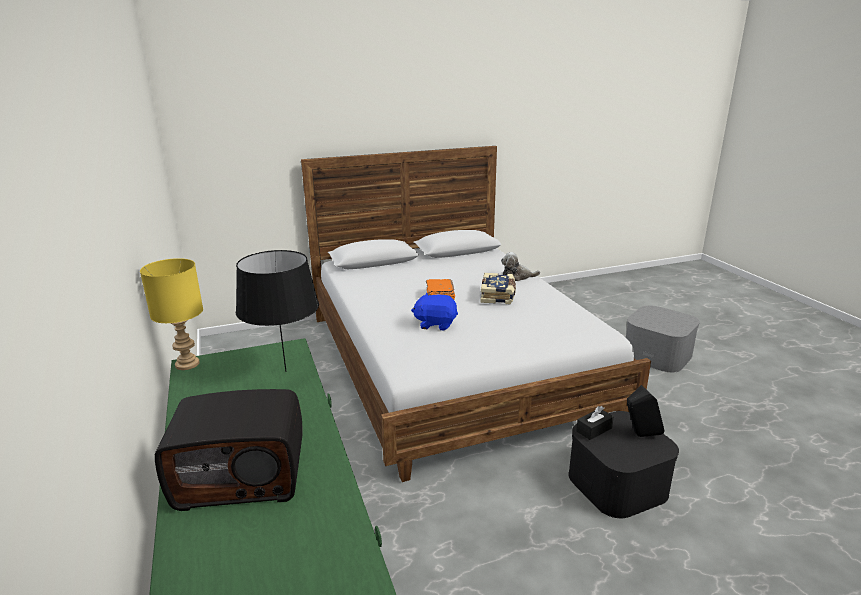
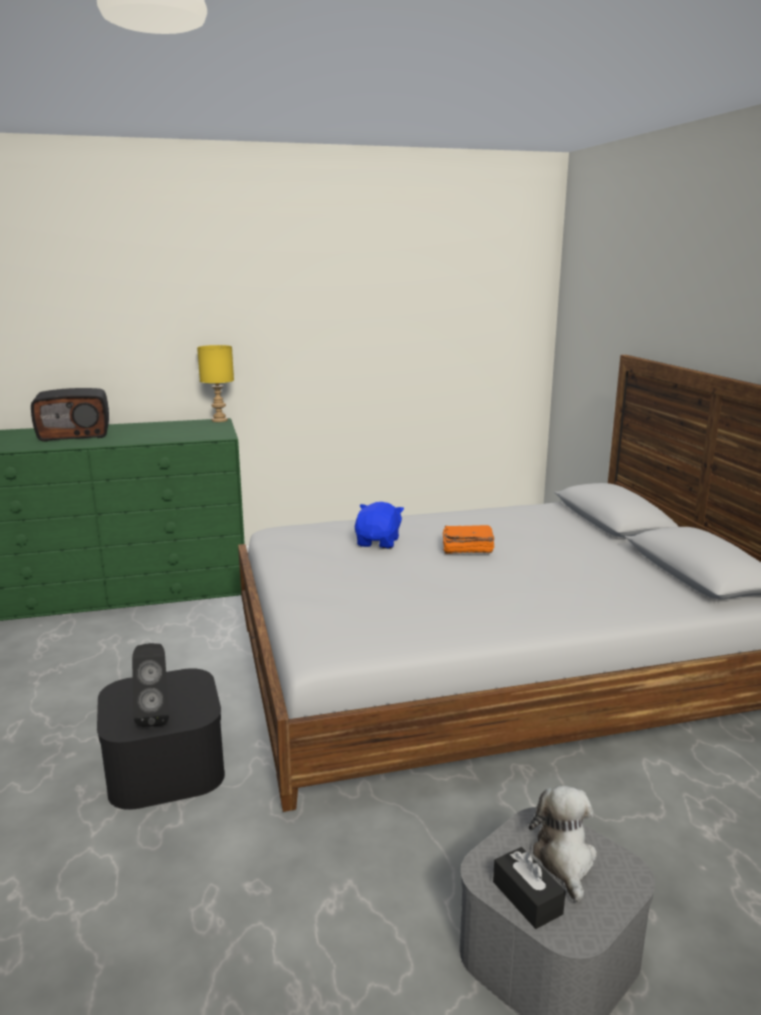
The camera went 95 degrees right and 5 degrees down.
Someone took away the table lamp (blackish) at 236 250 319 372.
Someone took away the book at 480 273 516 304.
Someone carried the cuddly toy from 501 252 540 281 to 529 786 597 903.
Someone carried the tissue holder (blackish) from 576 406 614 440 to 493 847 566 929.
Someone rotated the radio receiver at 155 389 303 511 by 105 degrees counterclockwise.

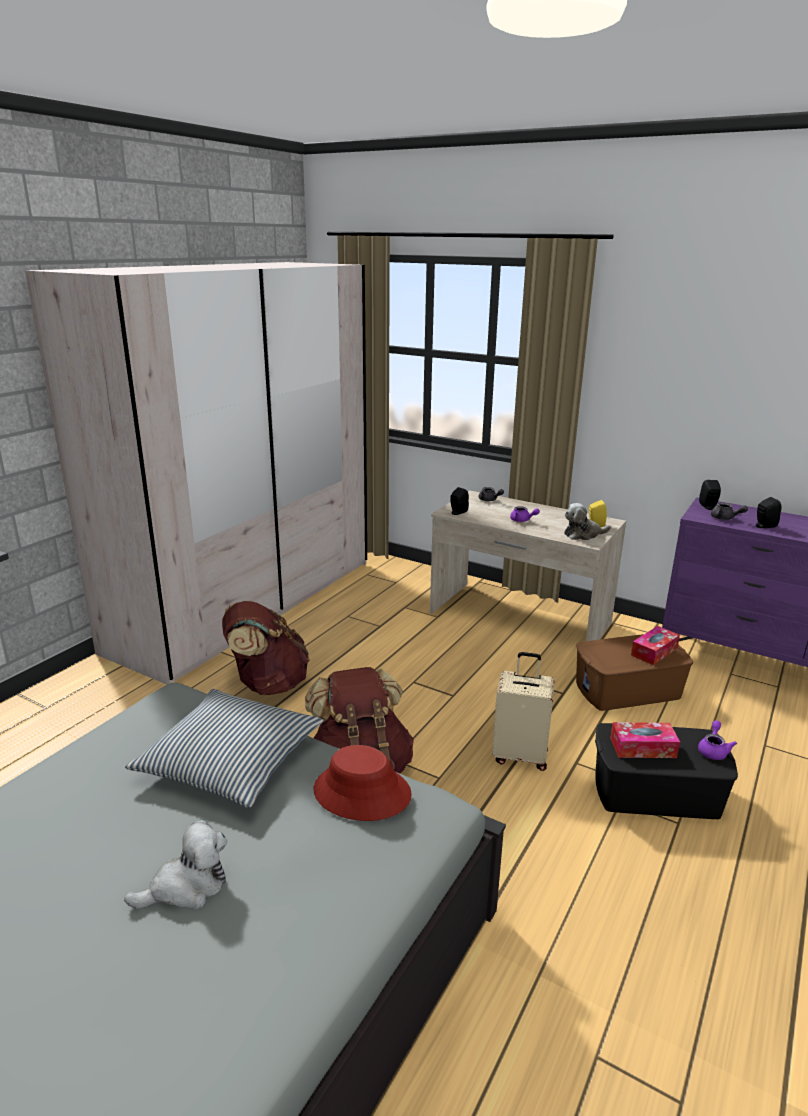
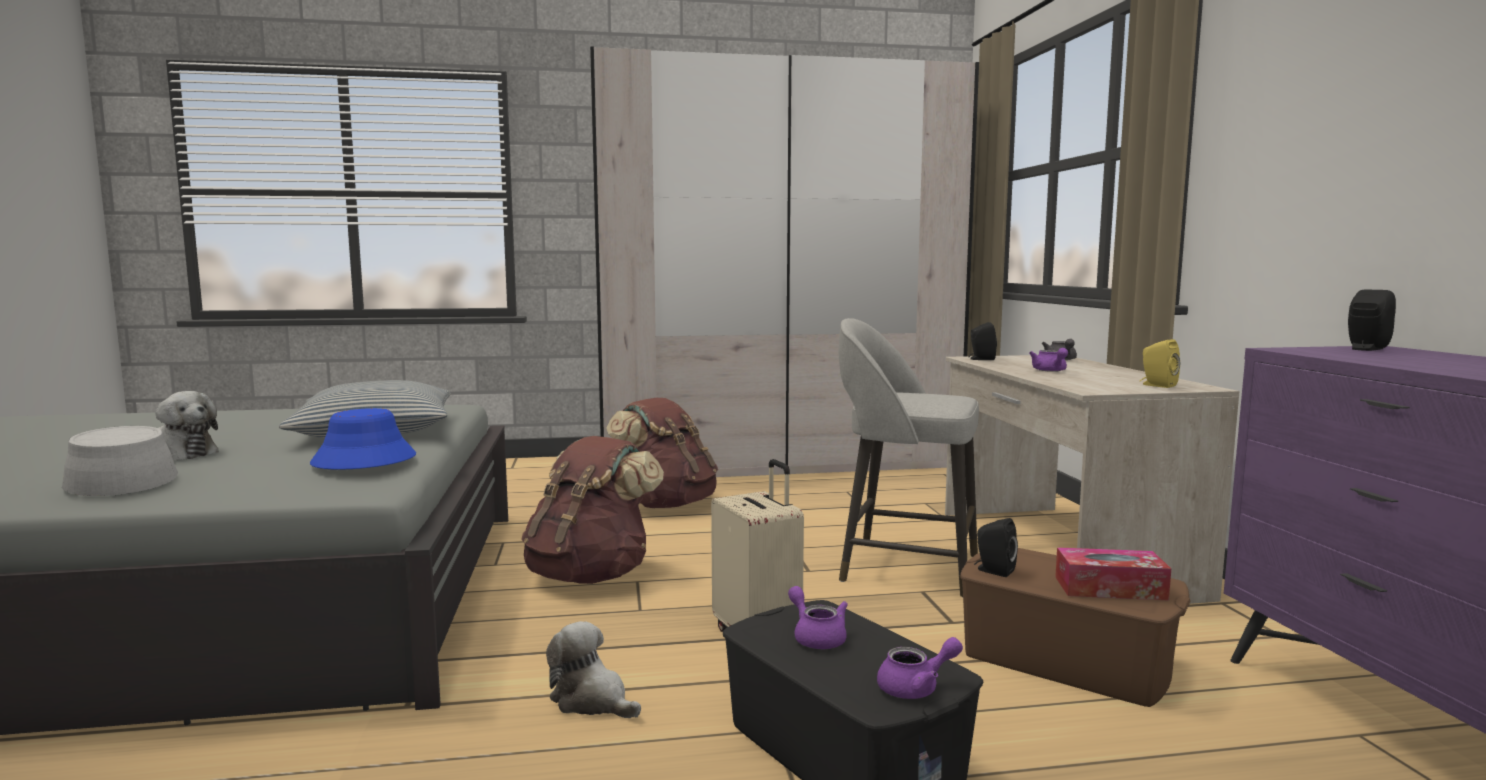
The camera went 50 degrees right and 15 degrees down.
Someone took away the teapot (greyish) at 711 503 748 520.
Someone put down the clothing hat (greyish) at 61 426 178 496.
Someone put down the stool (greyish) at 839 318 979 597.
Someone carried the cuddly toy from 564 503 611 540 to 546 621 641 718.
Someone carried the audio speaker (blackish) from 756 497 781 528 to 974 518 1018 577.
Someone swapped the tissue holder at 610 722 680 758 for the teapot (purplish) at 788 586 848 649.
Someone repainted the clothing hat (red-coloured) at 314 745 412 821, which became the clothing hat (bluish) at 310 408 416 470.

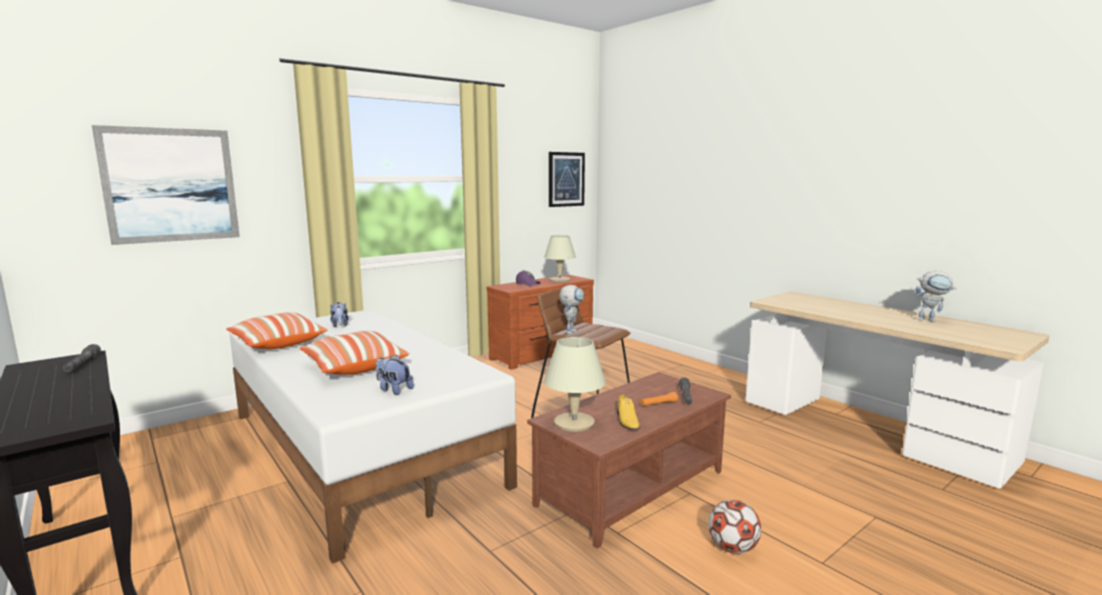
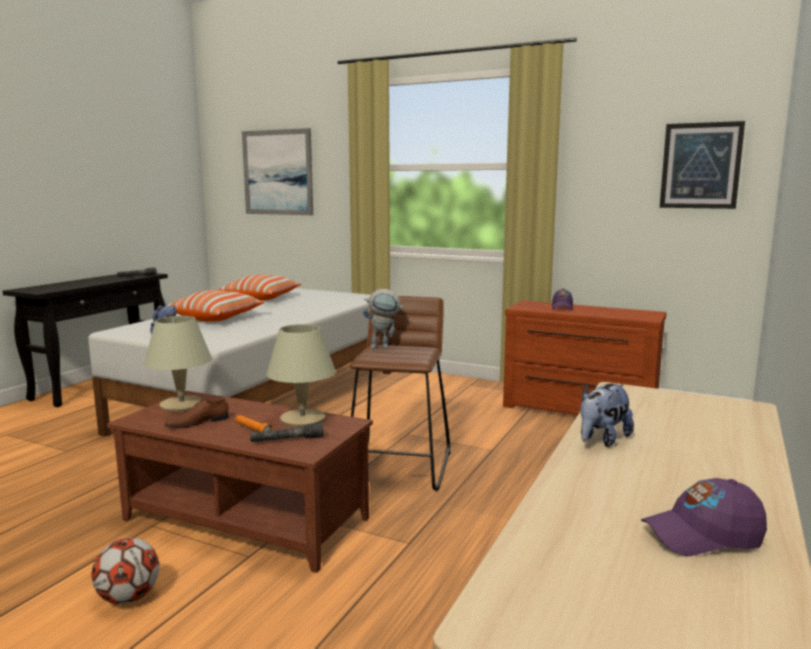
The camera went 65 degrees right and 0 degrees up.
Someone carried the cuddly toy from 330 302 348 327 to 580 384 634 447.
Someone carried the table lamp (beige) from 544 235 576 282 to 266 324 335 427.
Someone swapped the model robot at 915 271 956 322 for the baseball cap (purplish) at 641 478 767 556.
Someone repainted the item of footwear (yellow) at 617 395 640 430, which became the item of footwear (brownish) at 165 399 229 428.

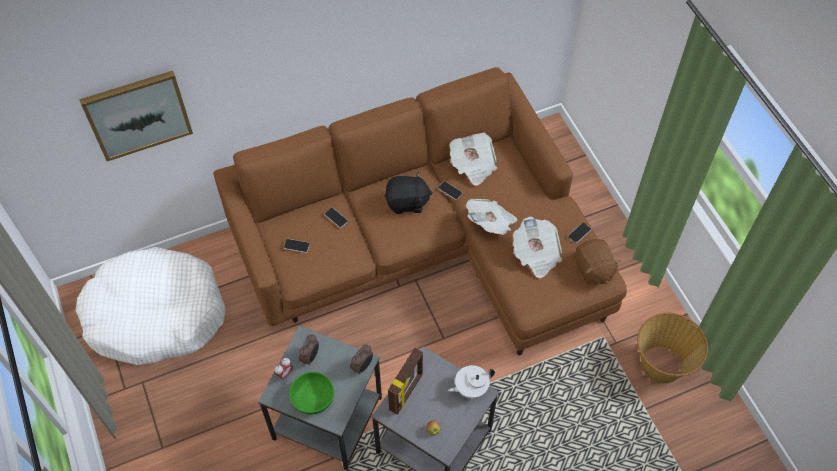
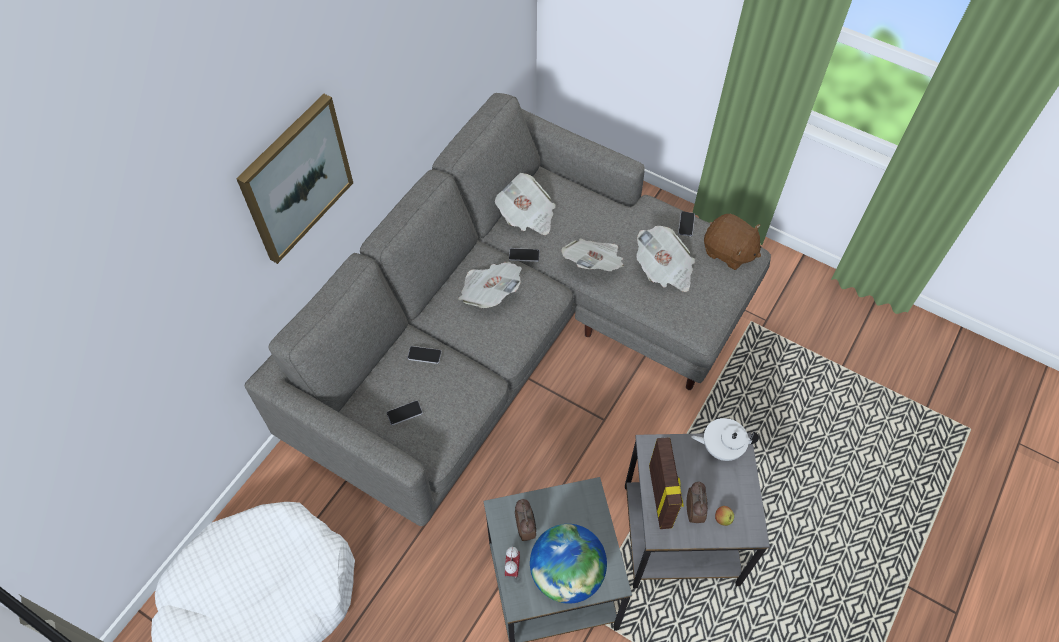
The camera went 35 degrees left and 0 degrees up.
Someone took away the household basket at 637 313 708 384.
Someone carried the wall picture from 79 71 193 161 to 236 94 353 264.
Someone carried the table clock from 350 344 373 374 to 687 482 708 523.
Someone swapped the deep dish (greenish) at 289 372 334 415 for the world globe at 530 524 607 604.
Someone swapped the cuddly toy (blackish) at 385 172 433 214 for the printed paper at 458 262 522 308.
Someone repainted the couch (brownish) at 213 67 627 356, which became the couch (greyish) at 245 93 771 526.
Someone rotated the teapot (white-coloured) at 447 365 495 399 by 60 degrees clockwise.

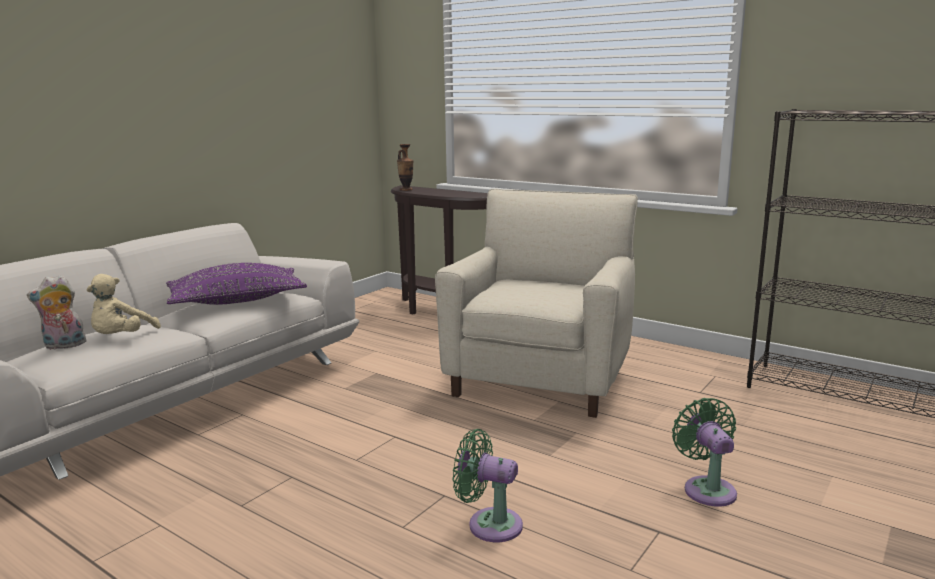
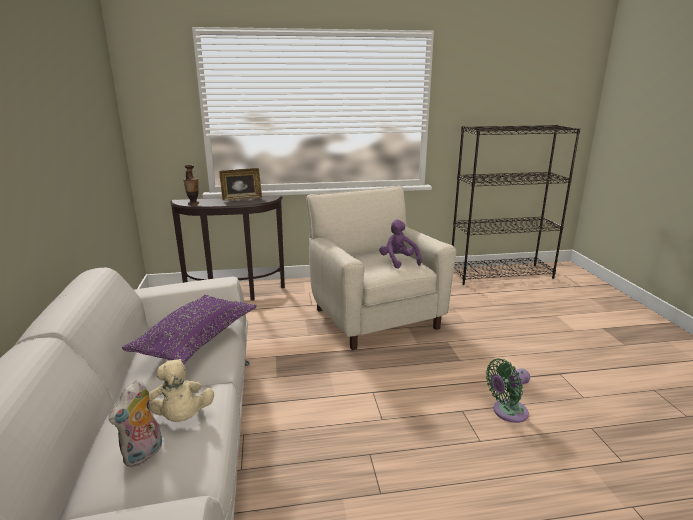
The camera went 45 degrees left and 5 degrees up.
Someone took away the electric fan (greenish) at 672 398 737 507.
Someone put down the picture frame at 220 168 262 201.
Someone put down the cuddly toy (purplish) at 379 220 422 269.

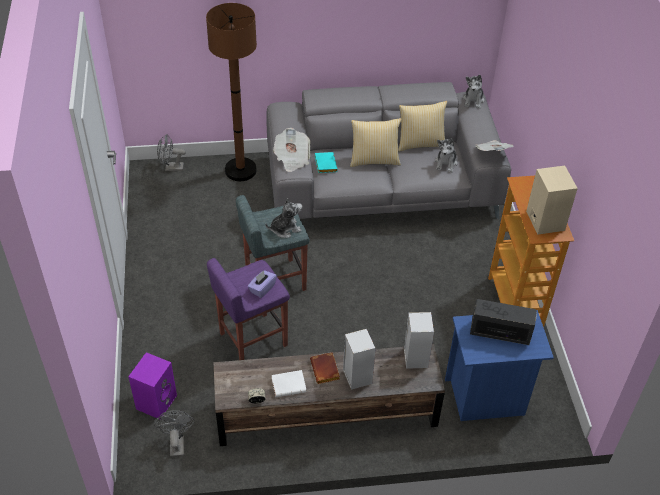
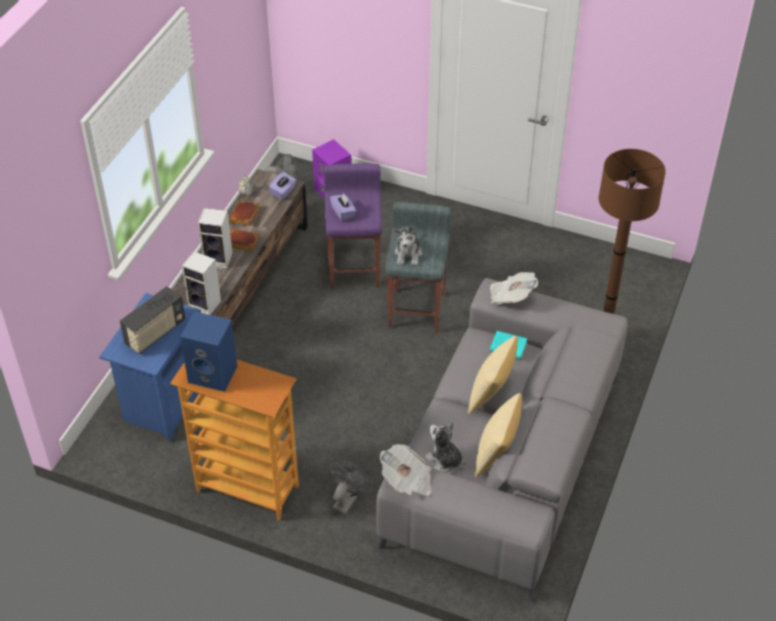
The camera went 120 degrees right and 0 degrees up.
Someone took away the cuddly toy at 463 75 485 109.
Someone put down the tissue holder (purplish) at 269 172 297 200.
Someone carried the electric fan (greyish) from 157 134 186 171 to 330 461 369 515.
Someone repainted the book (white-coloured) at 272 370 307 397, which became the book (brownish) at 229 200 260 226.
Someone repainted the audio speaker (beige) at 526 166 578 235, which became the audio speaker (bluish) at 180 311 237 392.

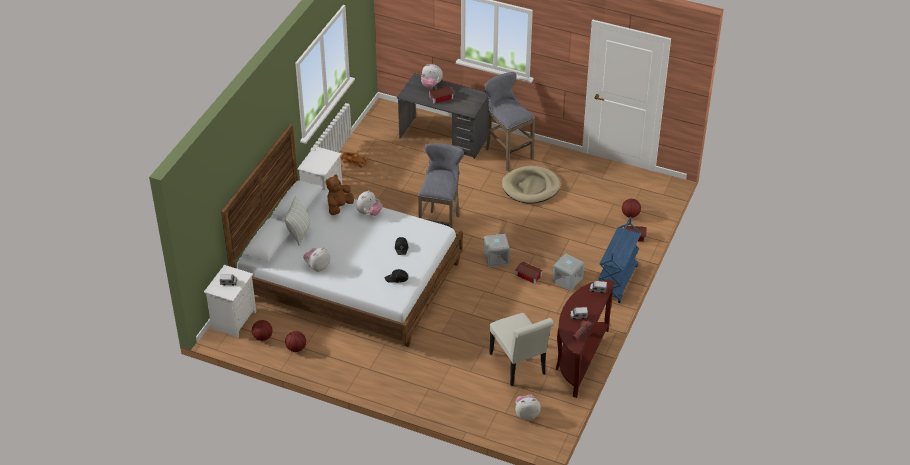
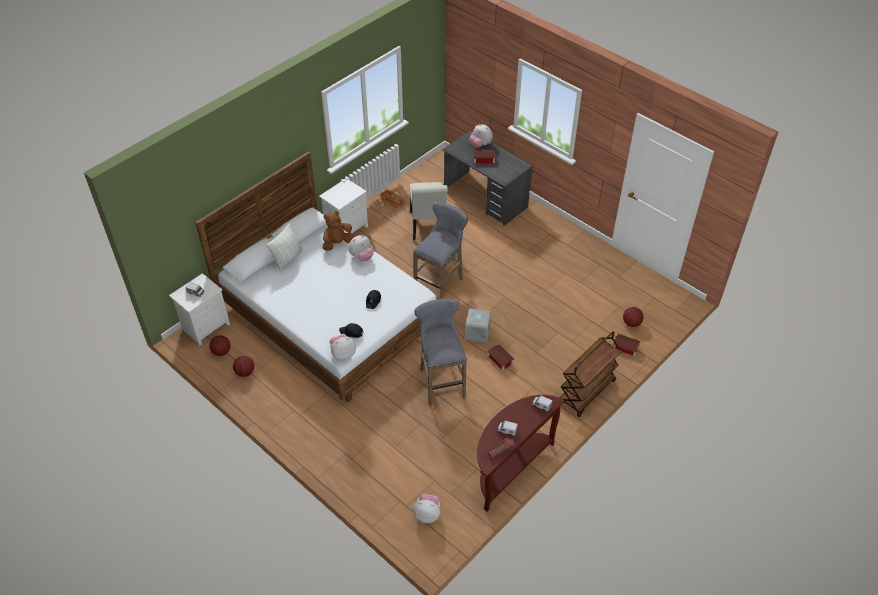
The camera went 20 degrees right and 5 degrees up.
Someone took away the pet bed (beige) at 502 166 561 204.
Someone took away the storage box (greyish) at 553 254 584 291.
Someone carried the cuddly toy from 303 247 330 272 to 329 334 356 360.
Someone carried the stool (greyish) from 484 72 535 171 to 415 299 467 406.
Someone carried the chair (white-coloured) from 489 313 554 386 to 409 182 448 240.
Someone repainted the trolley (bluish) at 598 217 641 303, which became the trolley (brownish) at 559 331 622 417.

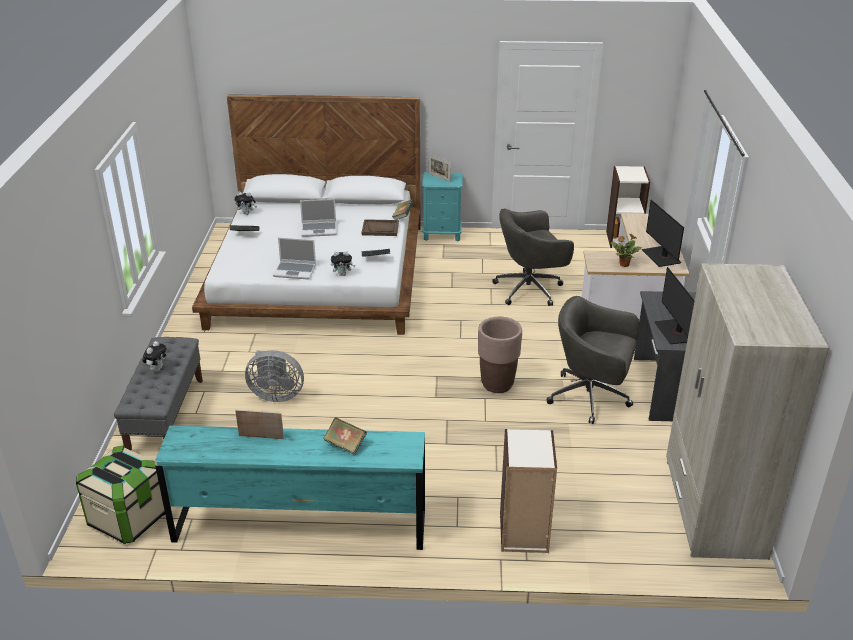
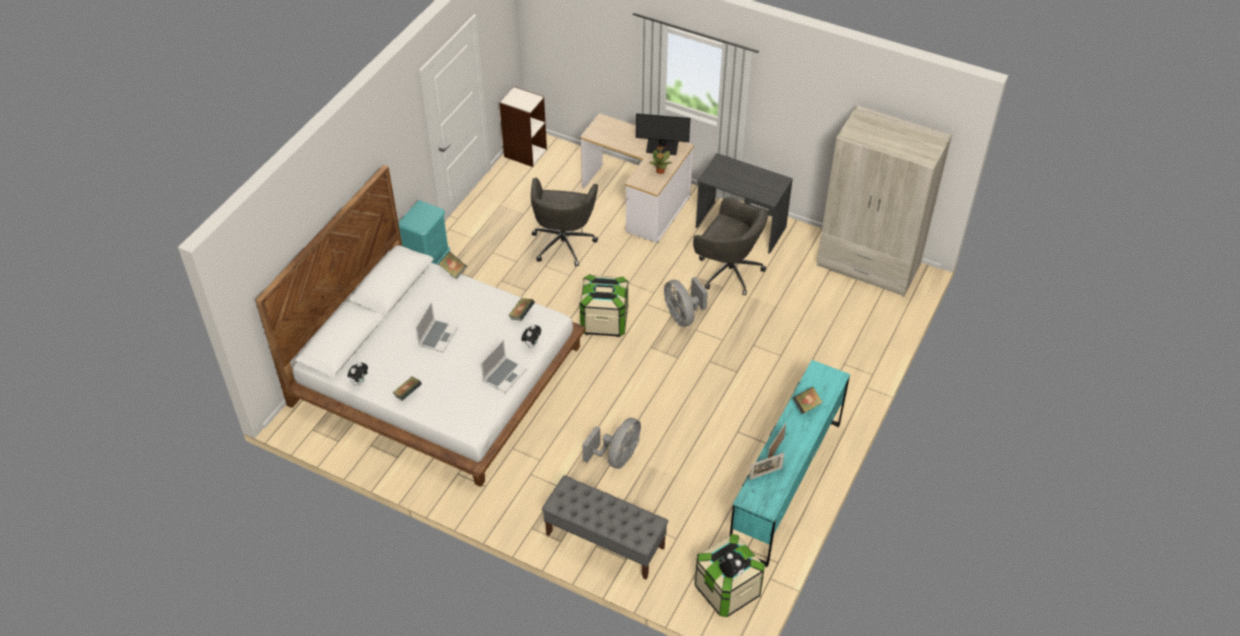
The camera went 65 degrees left and 15 degrees up.
Someone took away the carrying tray (brownish) at 362 219 399 236.
Someone took away the bookcase at 500 429 557 553.
Someone took away the monitor at 654 267 695 344.
Someone put down the storage box at 580 274 628 337.
Someone carried the cuddly toy from 143 341 166 372 to 719 551 746 578.
Someone carried the picture frame from 429 154 451 182 to 749 453 784 480.
Someone swapped the flower pot (brownish) at 478 317 522 393 for the electric fan (greyish) at 664 277 708 327.
Someone rotated the desk chair (greyish) at 547 296 639 424 by 105 degrees counterclockwise.

